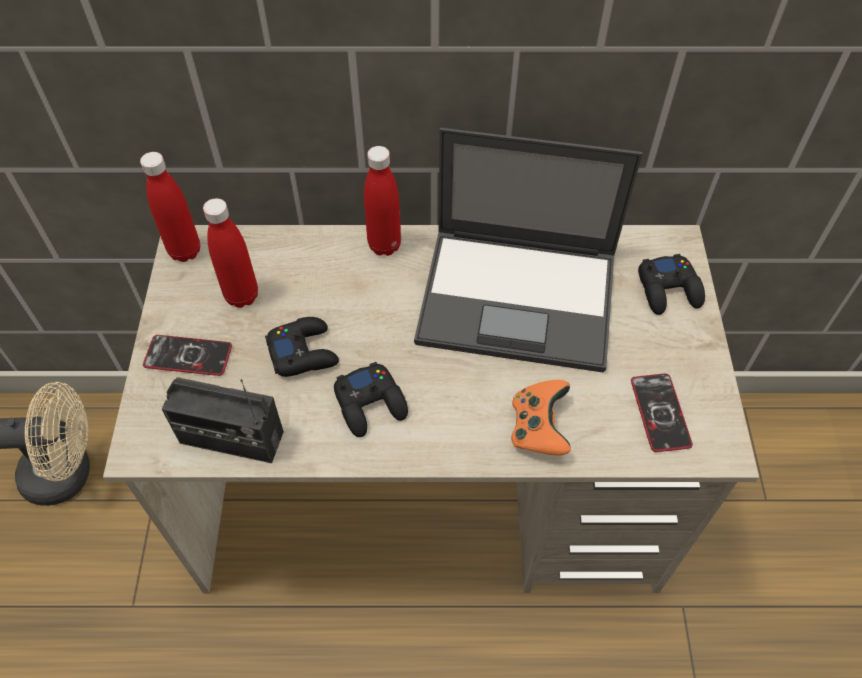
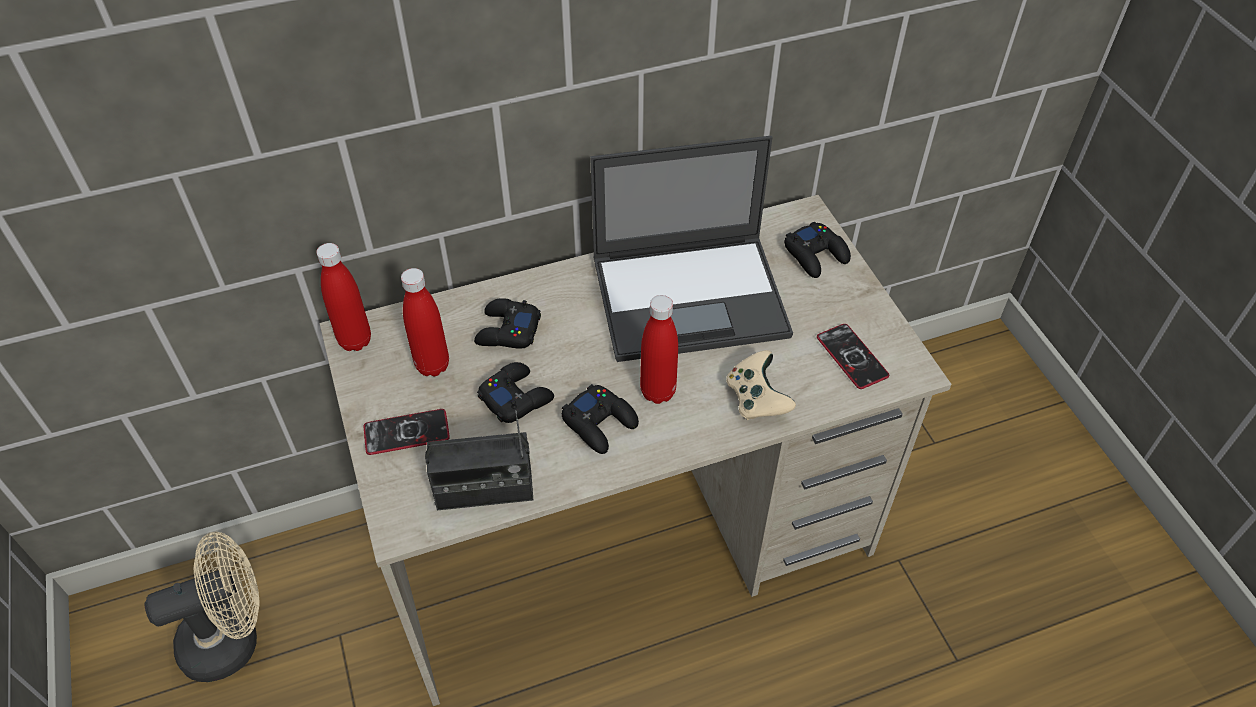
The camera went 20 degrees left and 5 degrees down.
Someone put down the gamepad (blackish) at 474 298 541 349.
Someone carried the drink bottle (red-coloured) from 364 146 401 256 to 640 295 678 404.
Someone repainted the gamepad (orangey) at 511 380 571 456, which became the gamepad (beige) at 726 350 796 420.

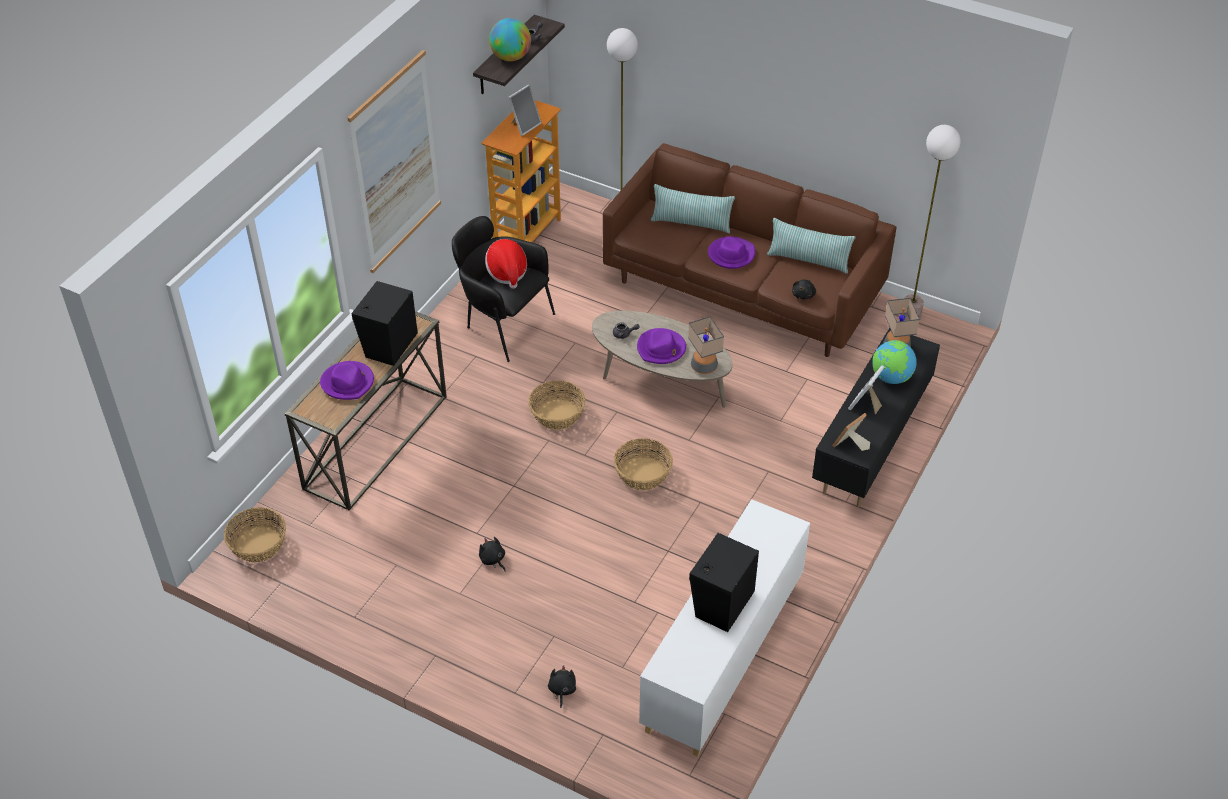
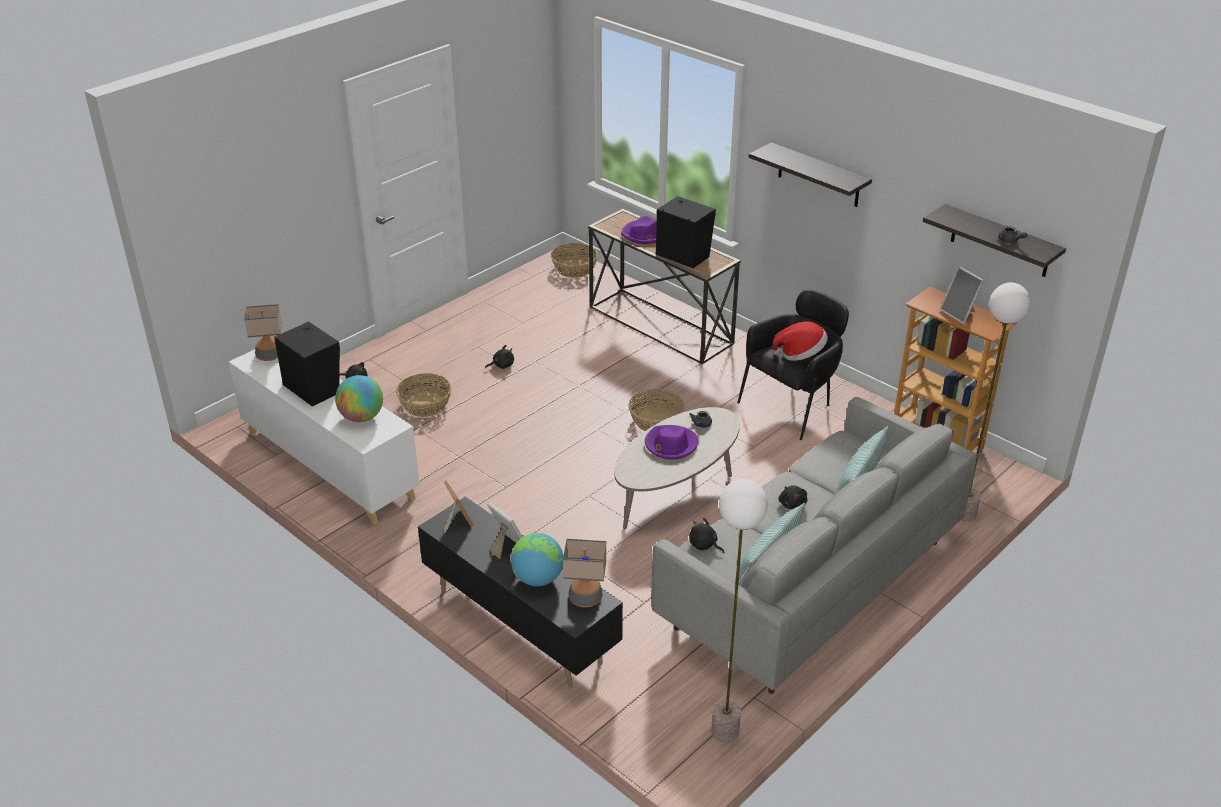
The camera went 105 degrees right and 10 degrees down.
Someone carried the world globe from 489 18 531 61 to 335 375 383 422.
Someone carried the household basket from 614 438 673 490 to 396 373 451 417.
Someone carried the table lamp from 688 316 724 374 to 244 304 282 361.
Someone swapped the wall picture at 348 50 441 273 for the shelf at 749 142 872 207.
Someone swapped the clothing hat (purplish) at 708 236 755 269 for the cuddly toy (blackish) at 778 485 807 509.
Someone repainted the couch (brownish) at 603 143 897 357, which became the couch (greyish) at 651 397 977 694.

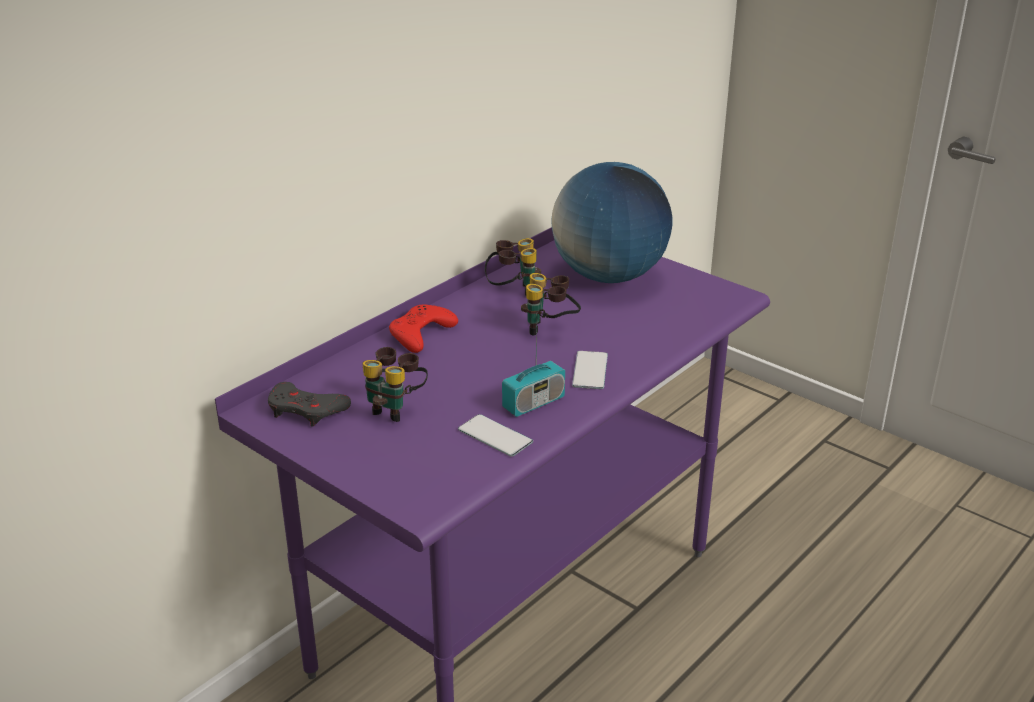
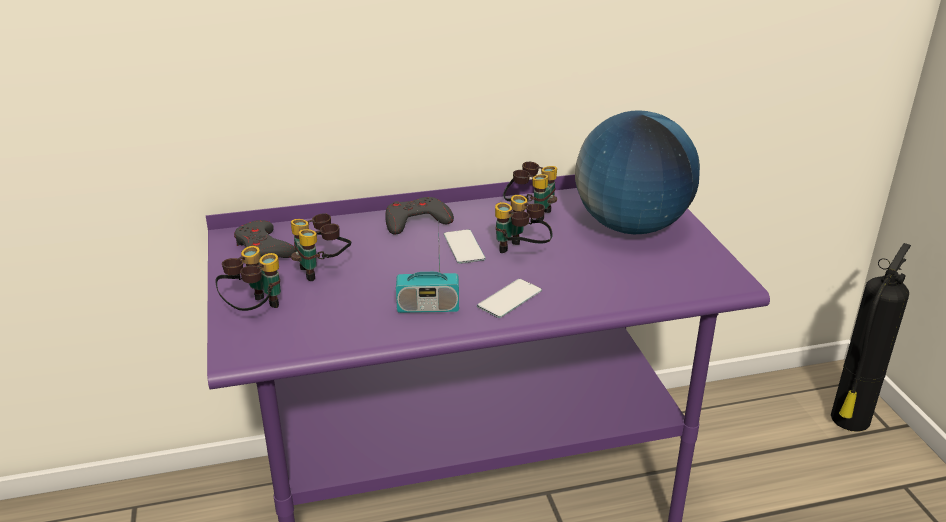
The camera went 35 degrees right and 0 degrees up.
Someone put down the field glasses at 216 246 281 311.
Someone put down the fire-fighting cylinder at 831 243 911 432.
Someone carried the handset from 458 414 533 457 to 444 229 486 264.
Someone repainted the gamepad (red-coloured) at 389 304 458 353, which became the gamepad (greyish) at 385 197 454 235.

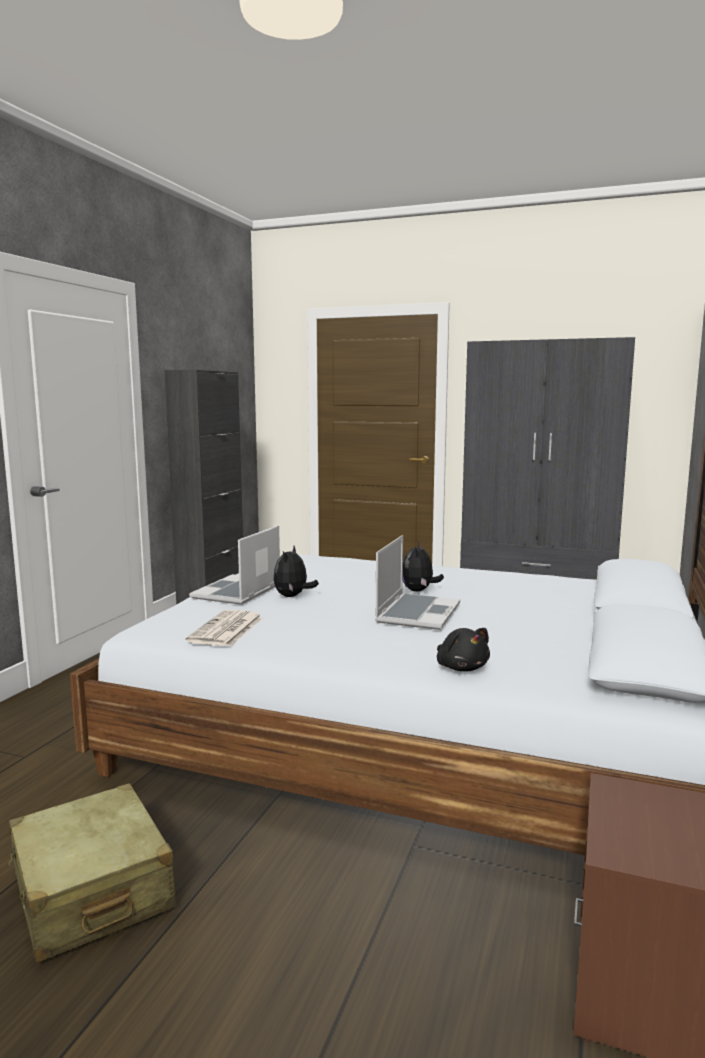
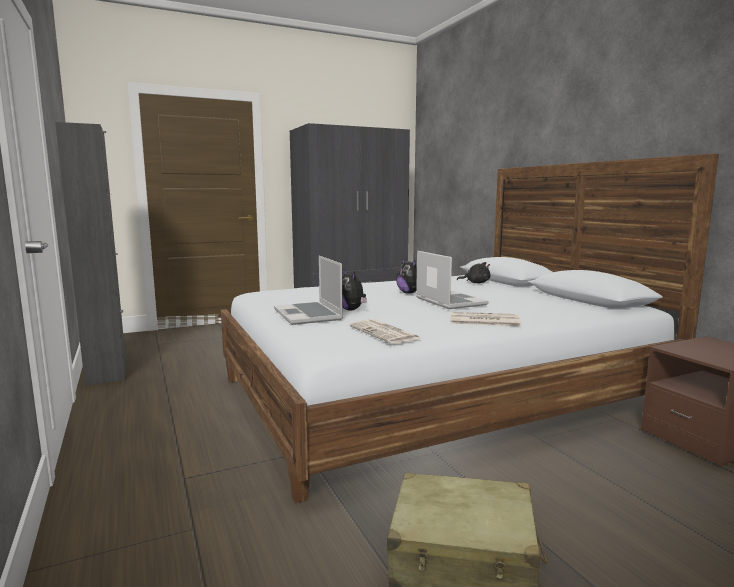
The camera went 45 degrees left and 0 degrees up.
Someone put down the printed paper at 450 312 521 326.
Someone carried the cuddly toy (blackish) from 437 628 490 672 to 457 262 490 283.

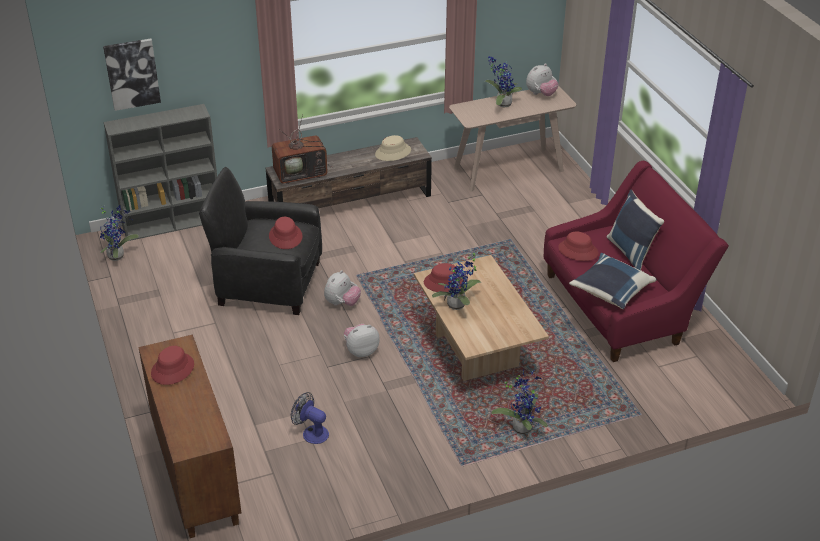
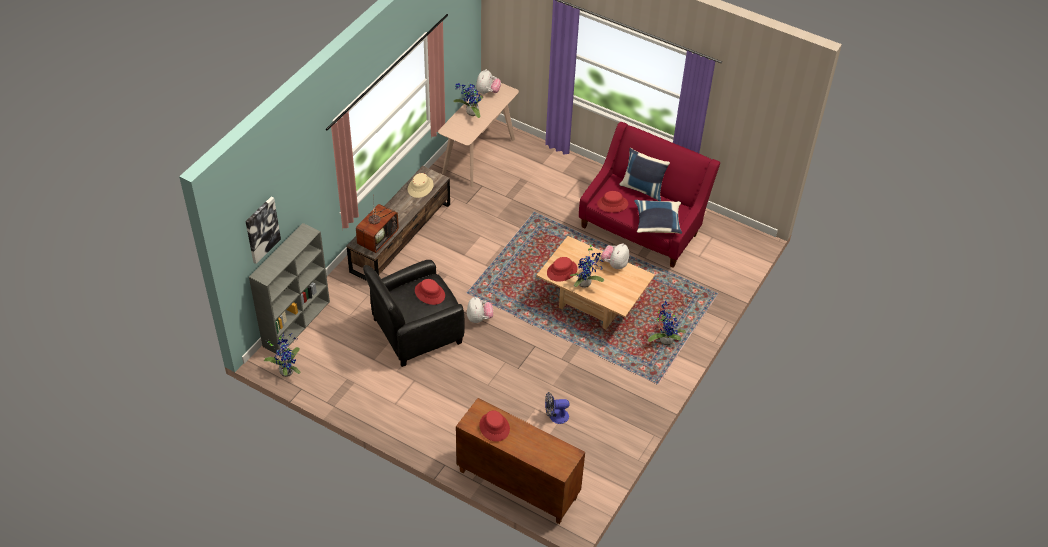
The camera went 40 degrees left and 10 degrees up.
Someone carried the cuddly toy from 344 324 379 357 to 601 243 629 269.

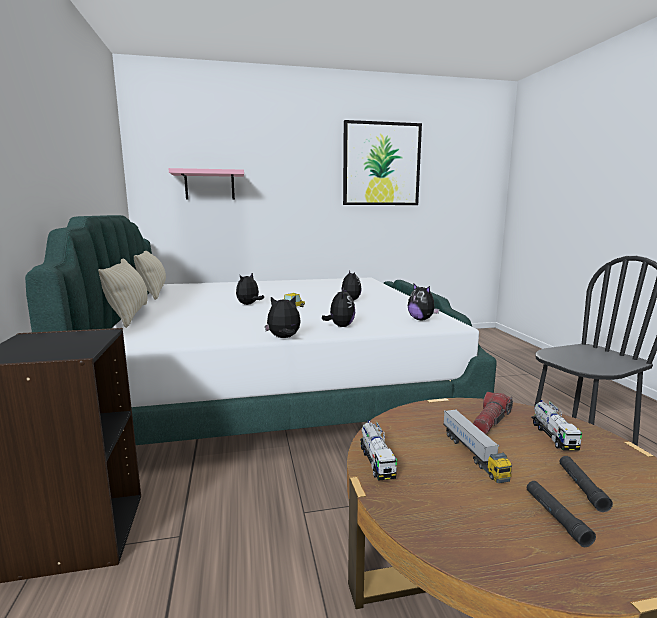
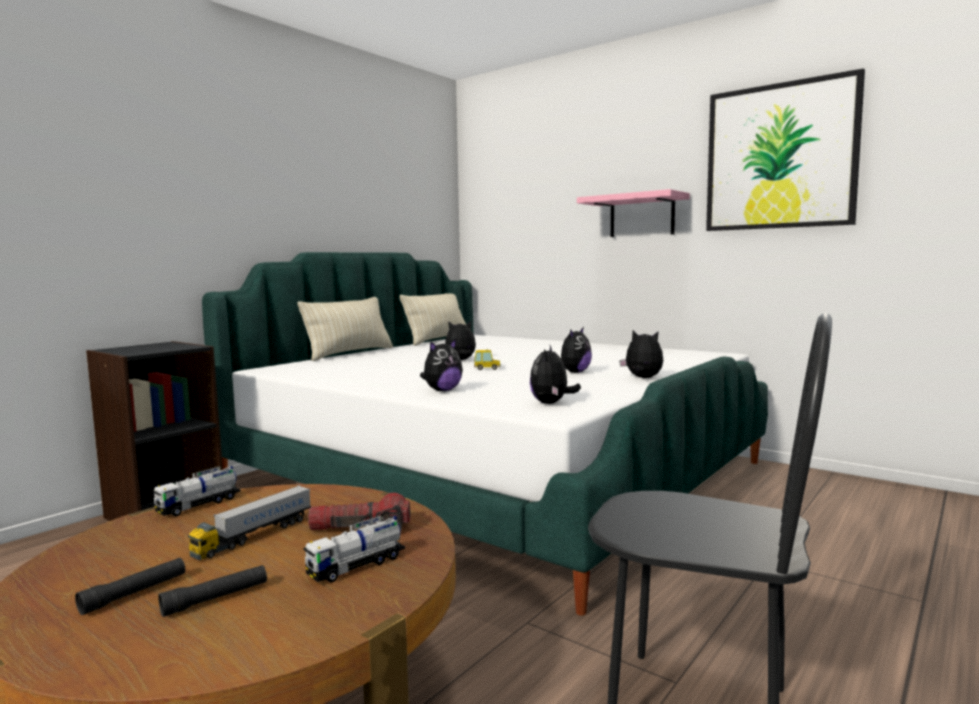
The camera went 50 degrees right and 5 degrees down.
Someone carried the shelf (pink-coloured) from 168 168 244 200 to 577 189 690 237.
Someone carried the cuddly toy from 265 296 301 338 to 619 330 663 378.

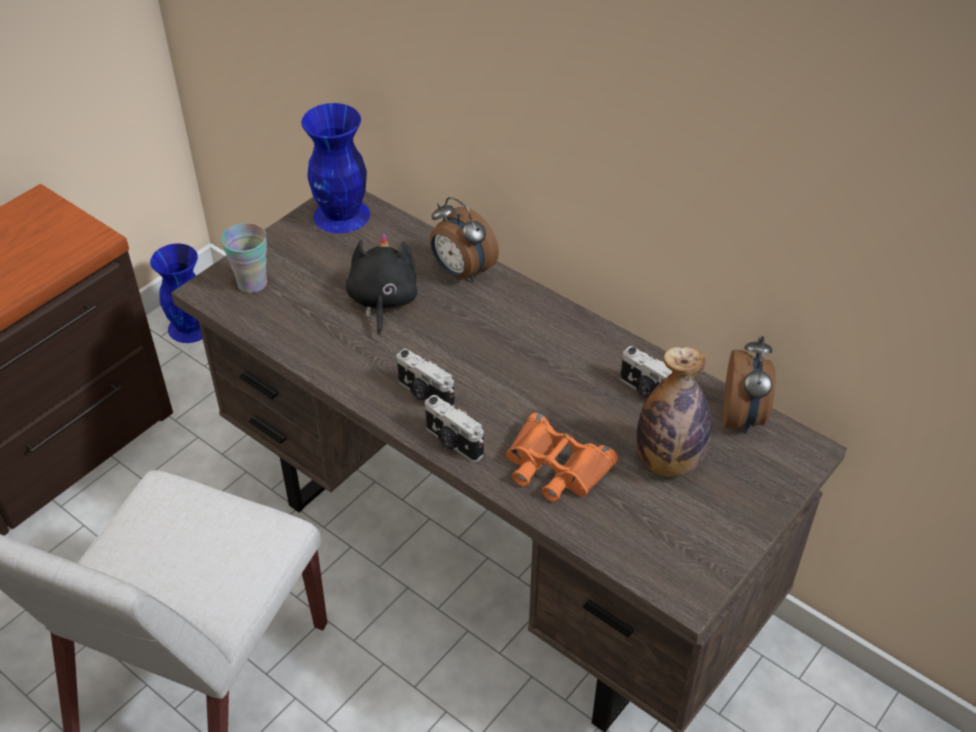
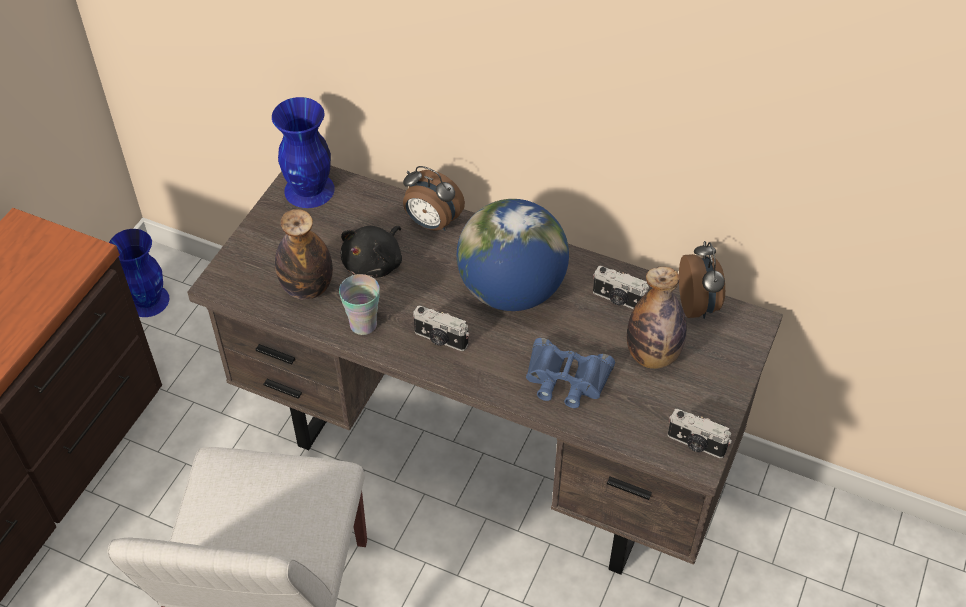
The camera went 15 degrees left and 5 degrees up.
Someone put down the drink bottle at 275 209 333 300.
Someone put down the world globe at 457 199 569 311.
Someone carried the cup from 221 223 267 293 to 339 274 380 335.
Someone carried the photo camera from 425 395 484 462 to 668 409 732 458.
Someone repainted the field glasses (orangey) at 506 413 618 502, which became the field glasses (bluish) at 526 338 615 408.
Someone rotated the cuddly toy (blackish) at 346 234 417 336 by 135 degrees counterclockwise.

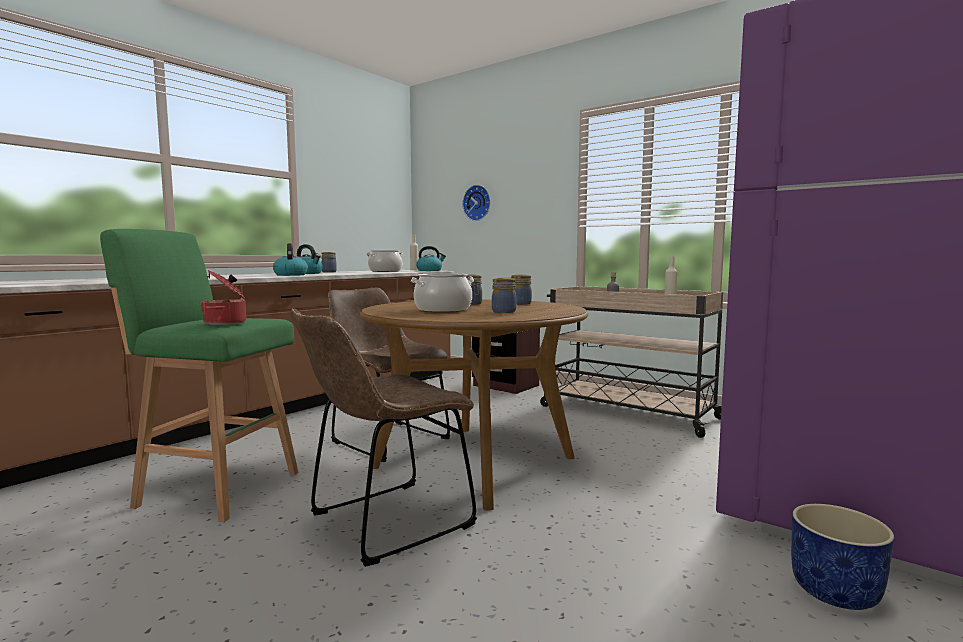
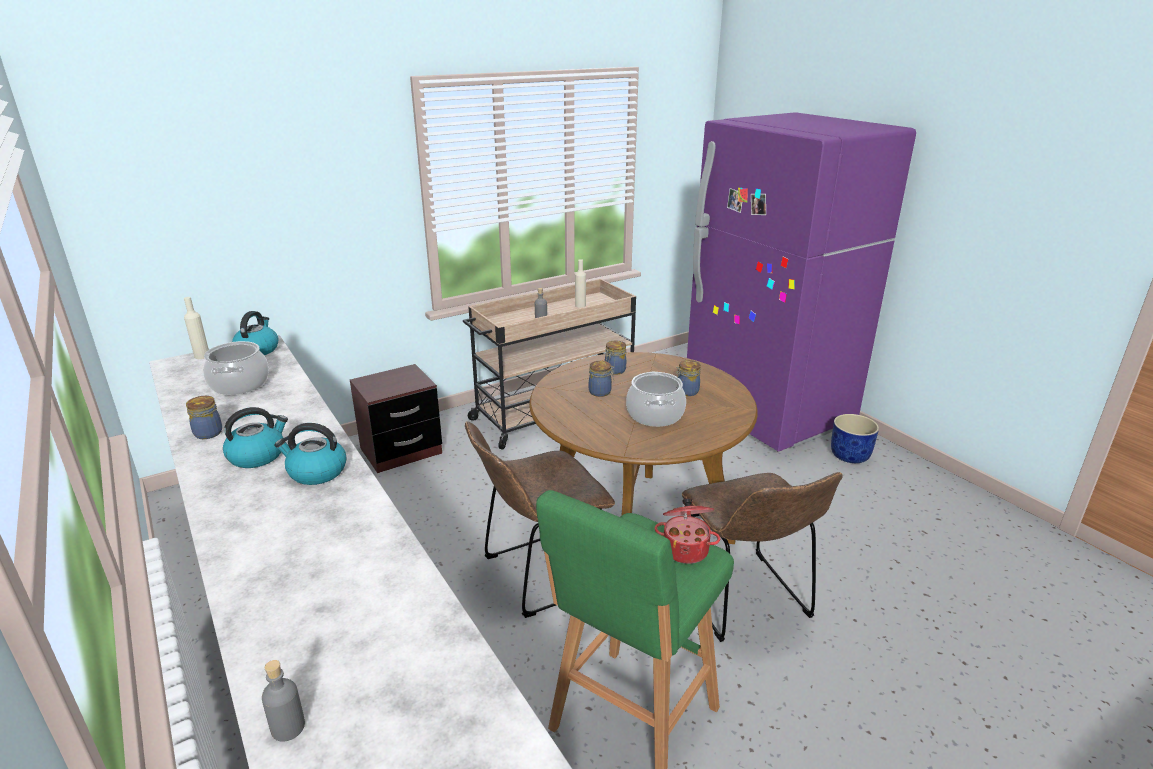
The camera went 70 degrees left and 20 degrees up.
Someone took away the hanging clock at 463 185 490 221.
Someone put down the drink bottle (greyish) at 262 660 305 742.

